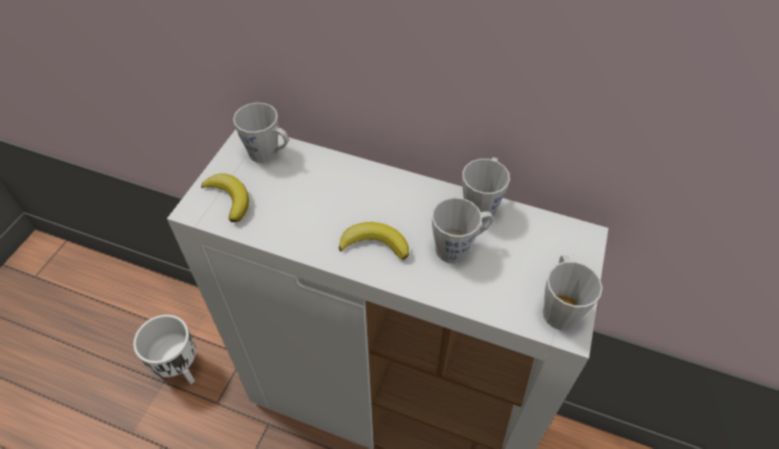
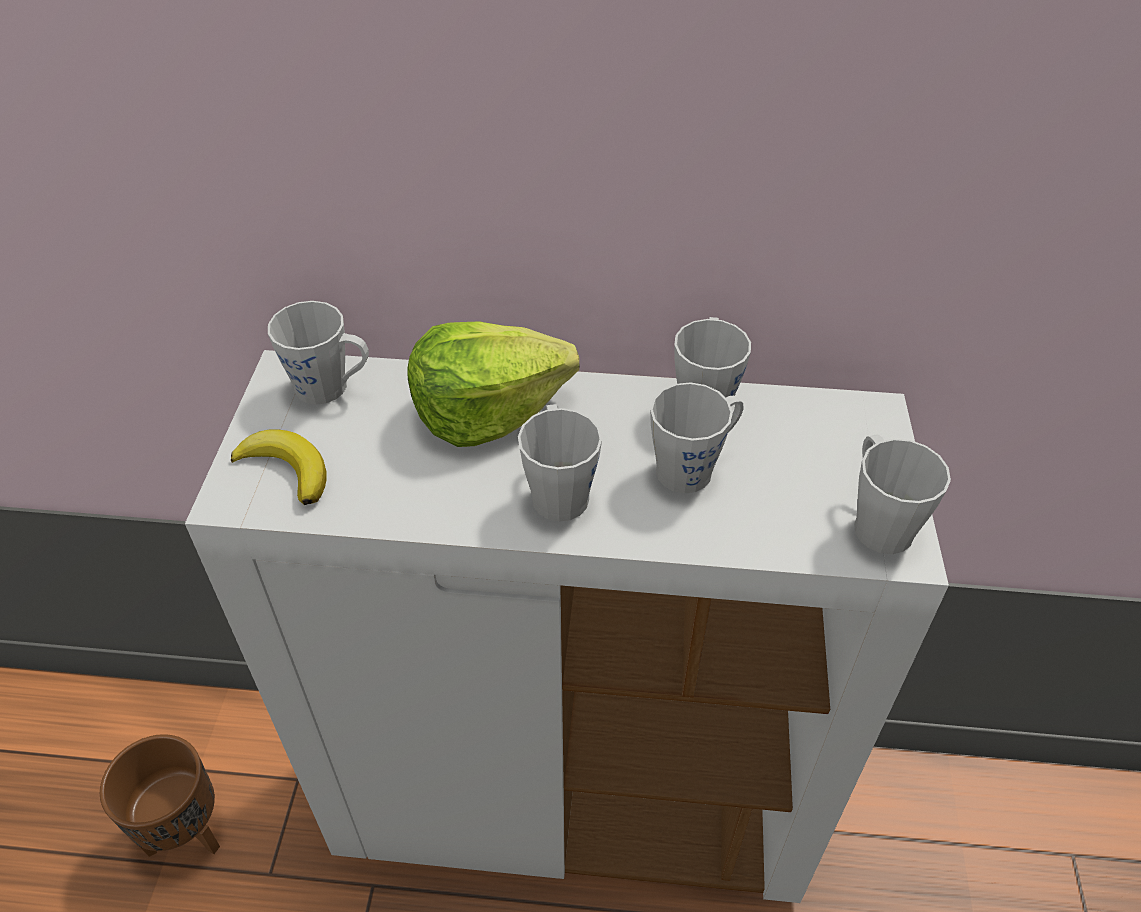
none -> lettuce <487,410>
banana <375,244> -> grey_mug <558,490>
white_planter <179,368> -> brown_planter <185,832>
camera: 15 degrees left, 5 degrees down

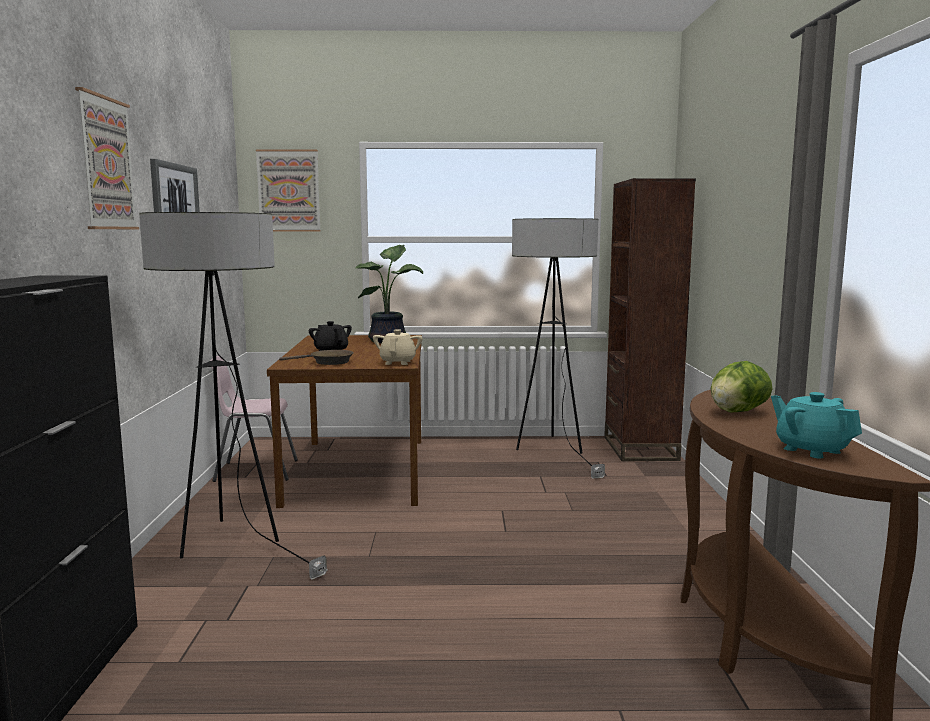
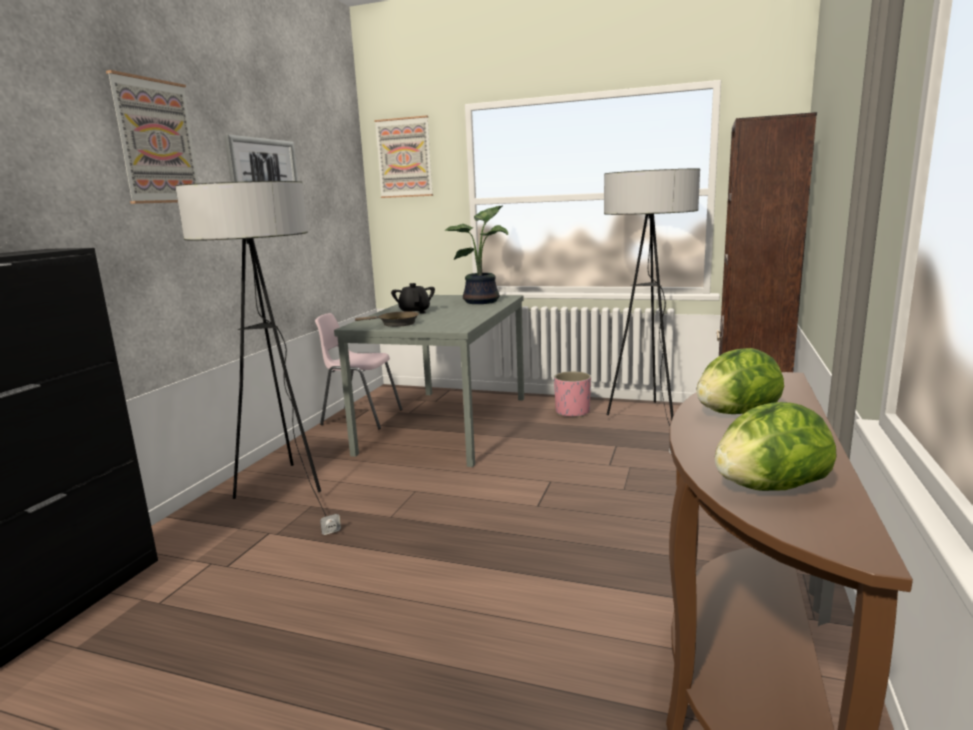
beige_teapot <398,362> -> none
none -> pink_planter <572,412>
turquoise_teapot <811,450> -> lettuce <769,488>
brown_dining_table <359,470> -> grey_dining_table <447,424>
camera: 20 degrees right, 5 degrees up

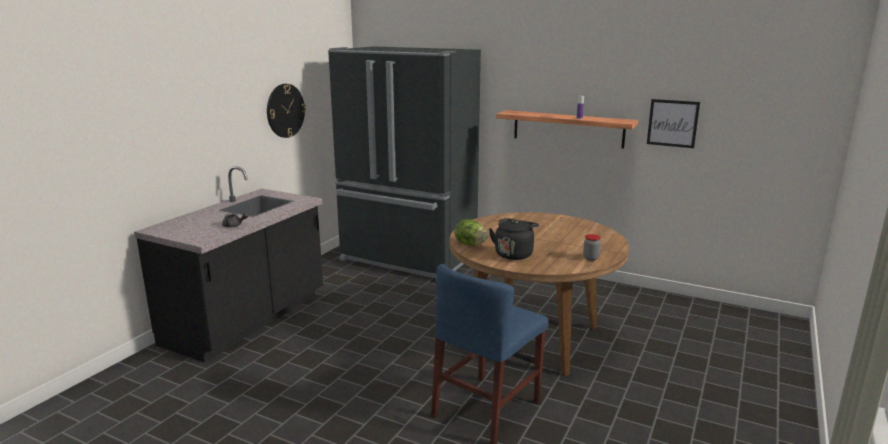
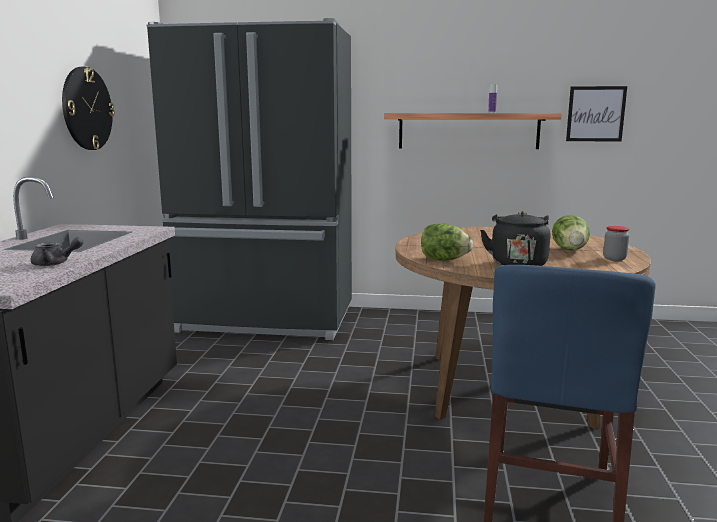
none -> lettuce <570,250>
camera: 20 degrees left, 5 degrees down

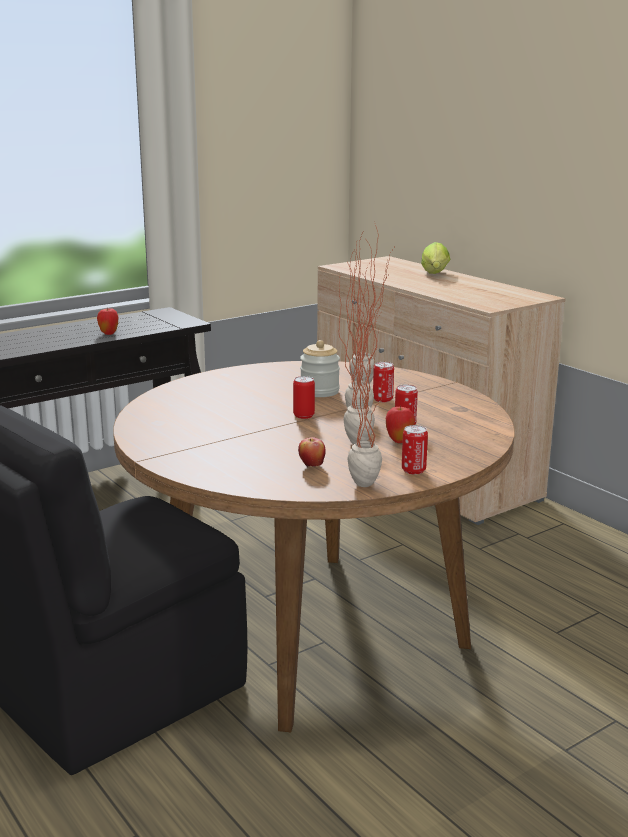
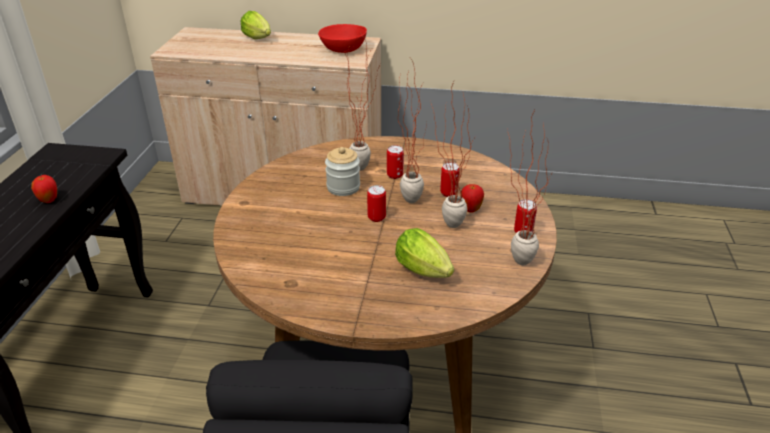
apple <311,466> -> none
none -> red_bowl <343,49>
none -> lettuce <425,272>
camera: 45 degrees left, 15 degrees up

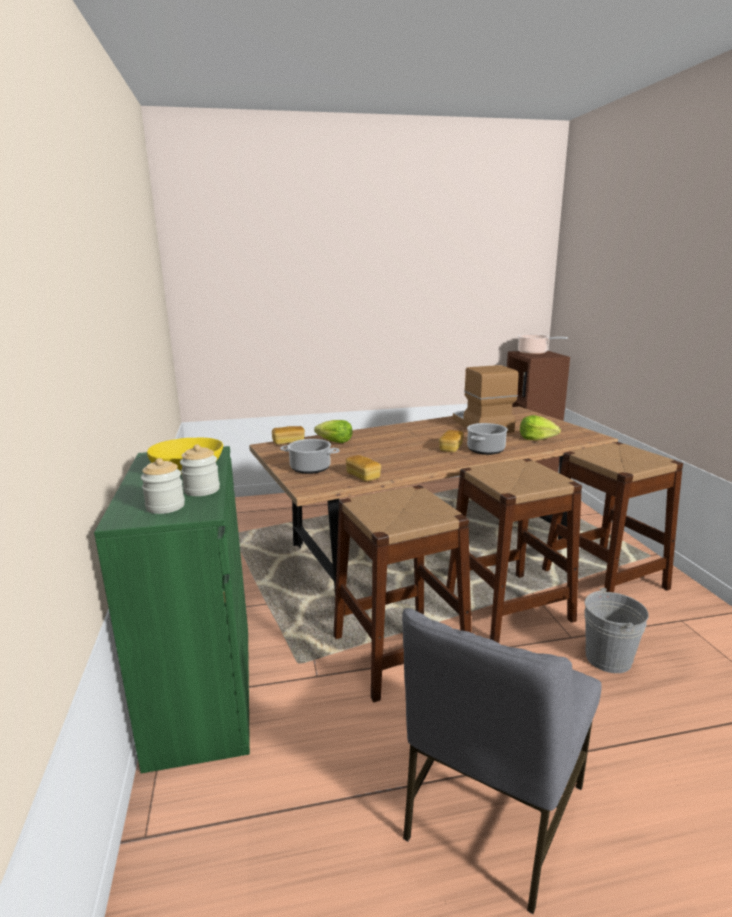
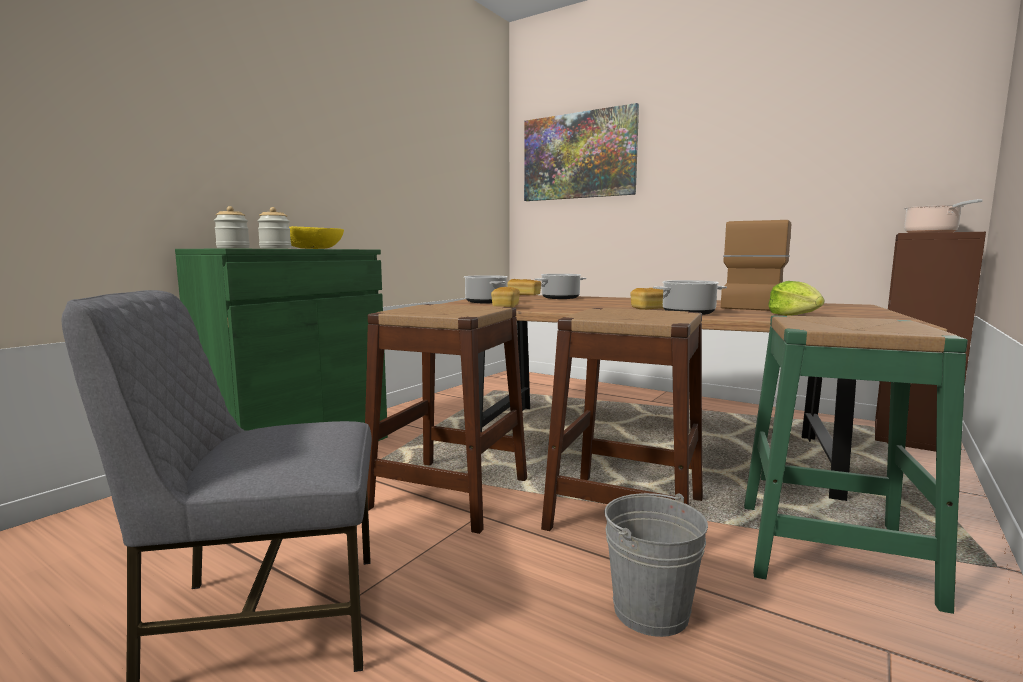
none -> picture <578,156>
lettuce <335,442> -> cooking_pot <560,298>
brown_stool <604,579> -> green_stool <830,551>
camera: 45 degrees right, 10 degrees down

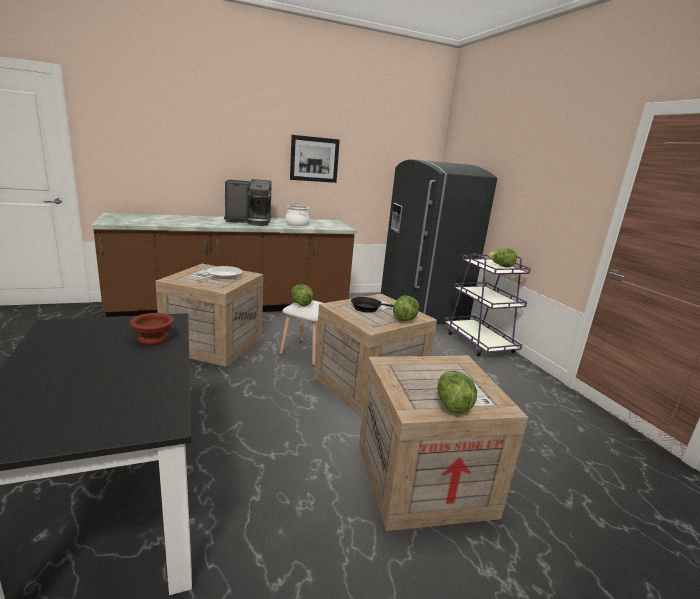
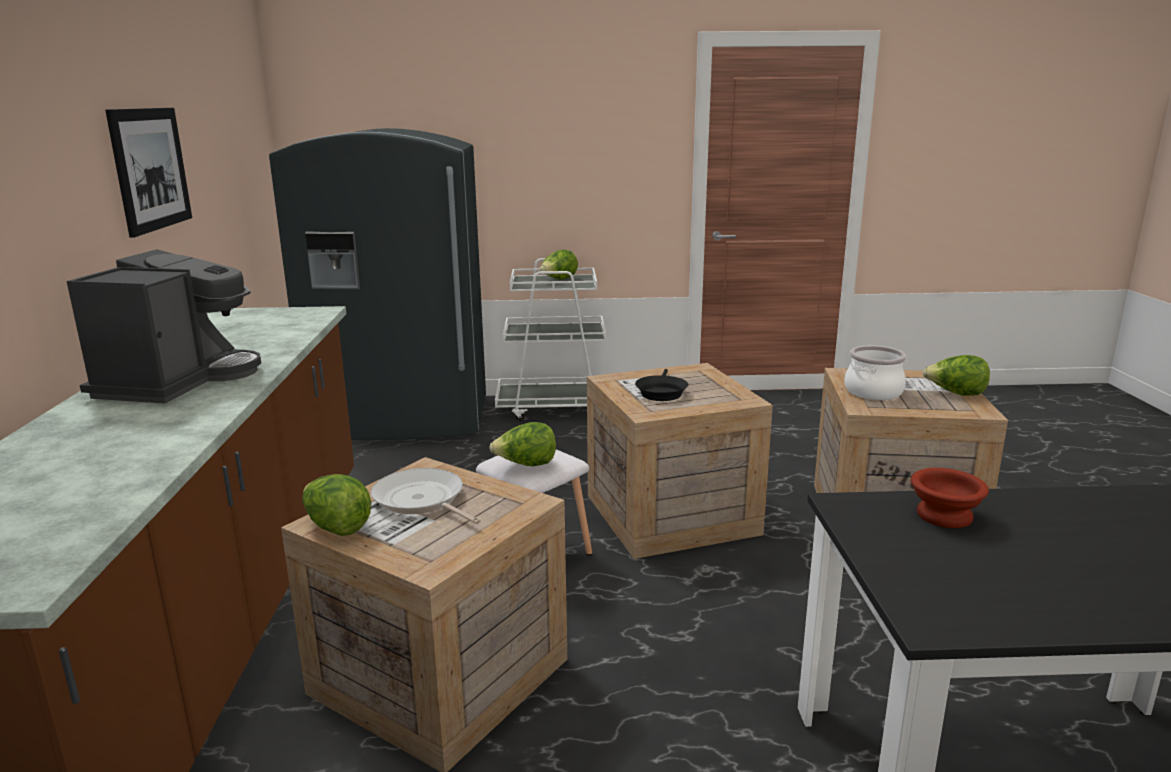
cooking_pot <297,224> -> cooking_pot <873,392>, moved
lettuce <405,318> -> lettuce <337,527>, moved
purple_cart <479,342> -> white_cart <556,407>
camera: 70 degrees left, 0 degrees up

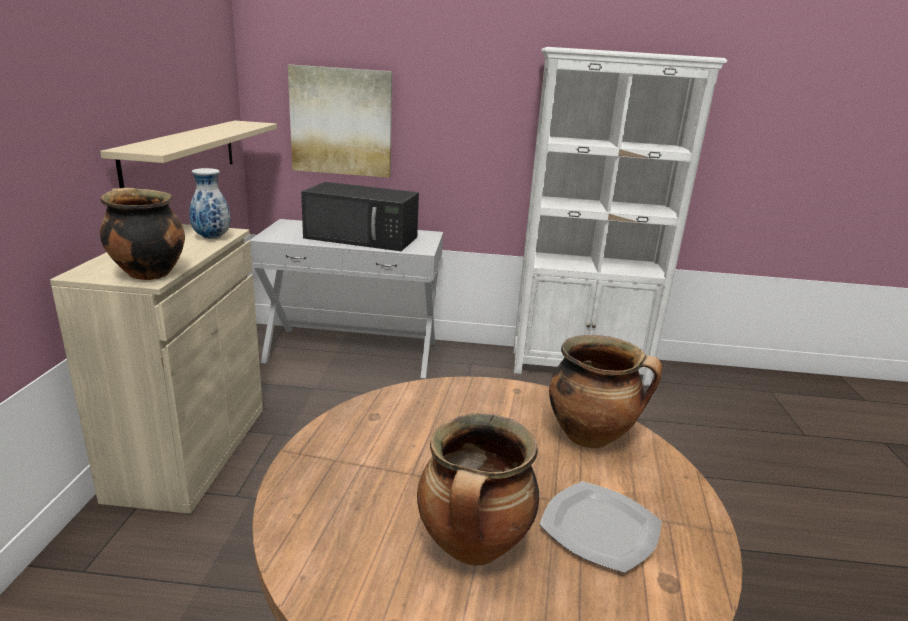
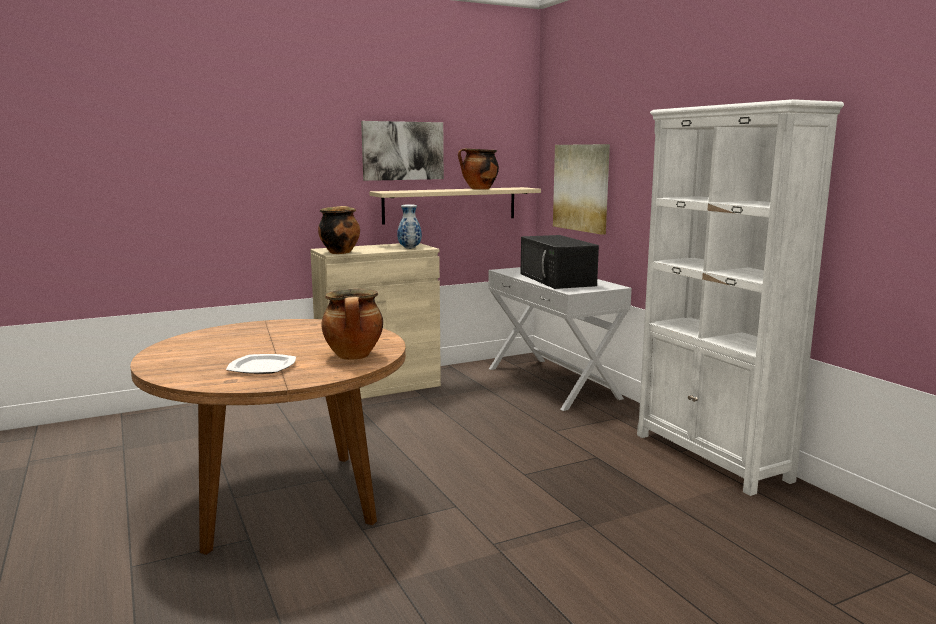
none -> picture <402,151>
cooking_pot <473,547> -> cooking_pot <479,189>, moved
camera: 60 degrees right, 10 degrees down

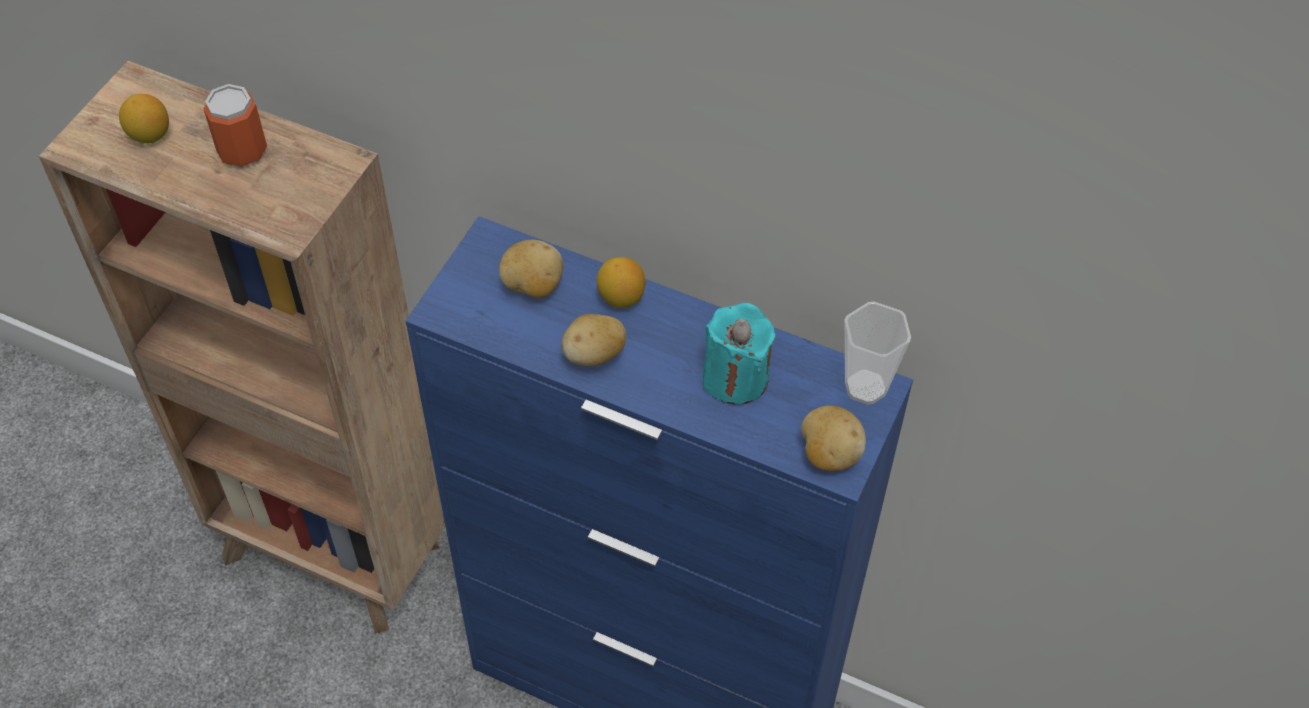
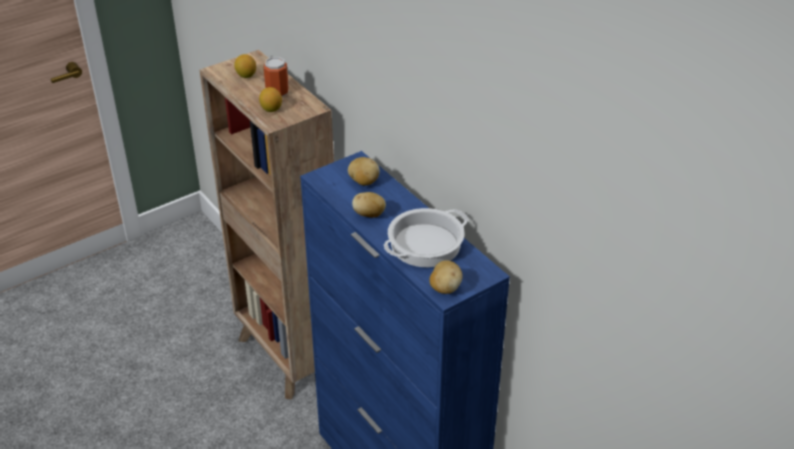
cup <865,387> -> none
lemon <621,298> -> lemon <271,109>, moved
turquoise_candle <735,377> -> cooking_pot <425,245>
camera: 30 degrees right, 15 degrees down

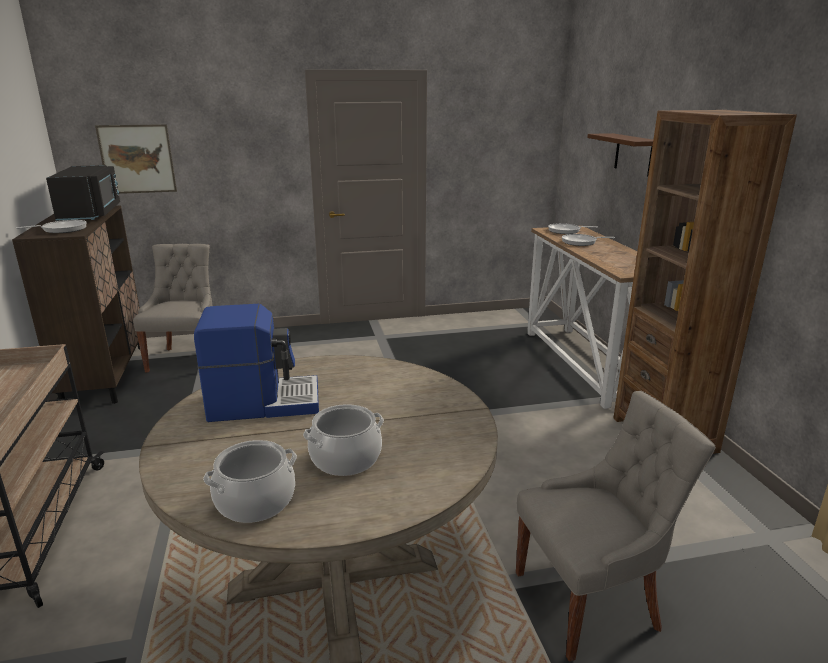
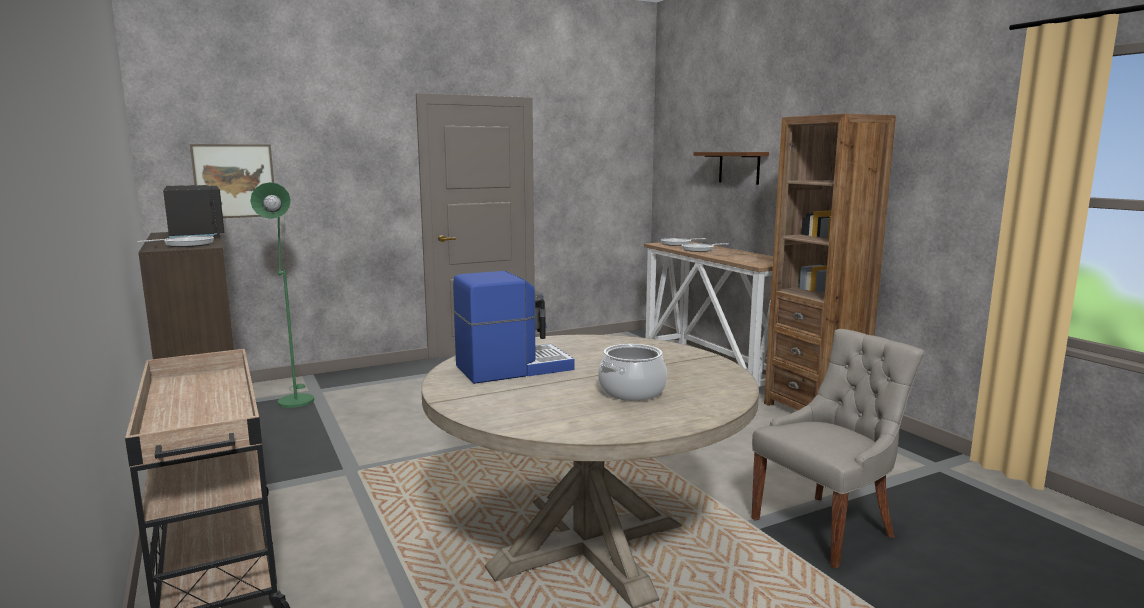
cooking_pot <255,500> -> none
grey_chair <186,359> -> green_floor_lamp <295,399>
camera: 15 degrees left, 10 degrees down

